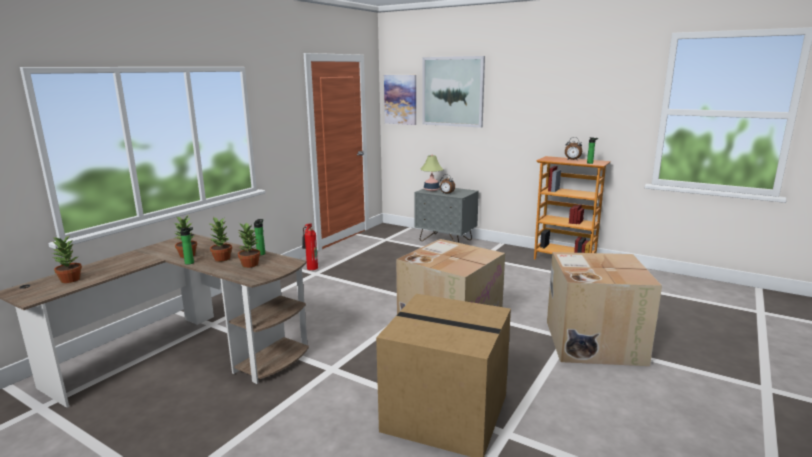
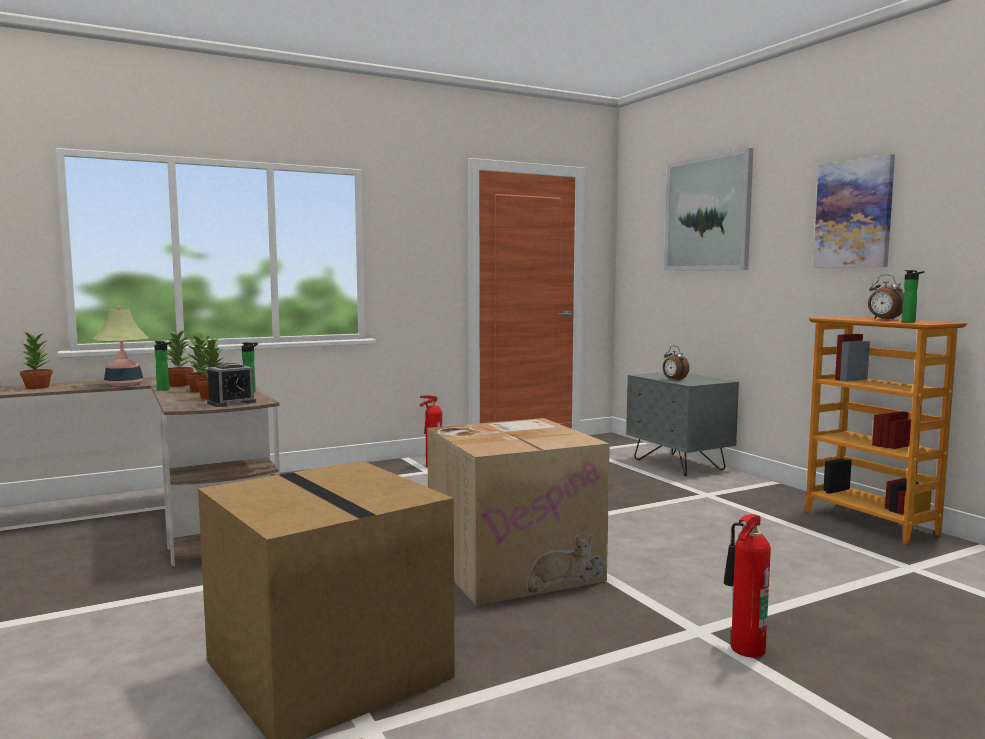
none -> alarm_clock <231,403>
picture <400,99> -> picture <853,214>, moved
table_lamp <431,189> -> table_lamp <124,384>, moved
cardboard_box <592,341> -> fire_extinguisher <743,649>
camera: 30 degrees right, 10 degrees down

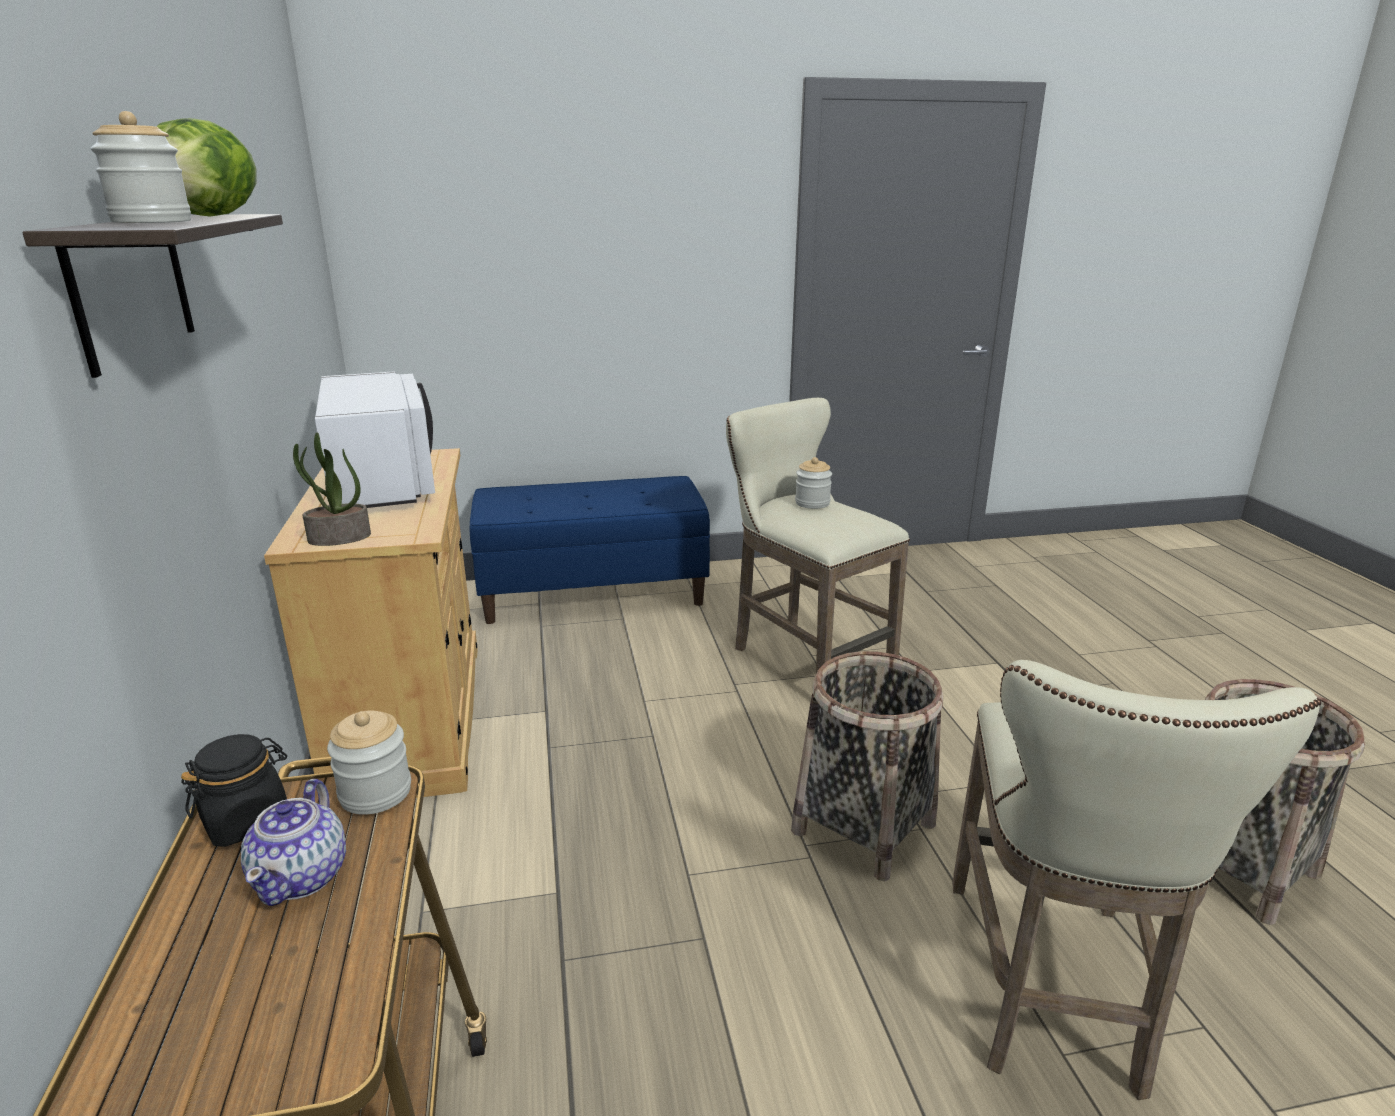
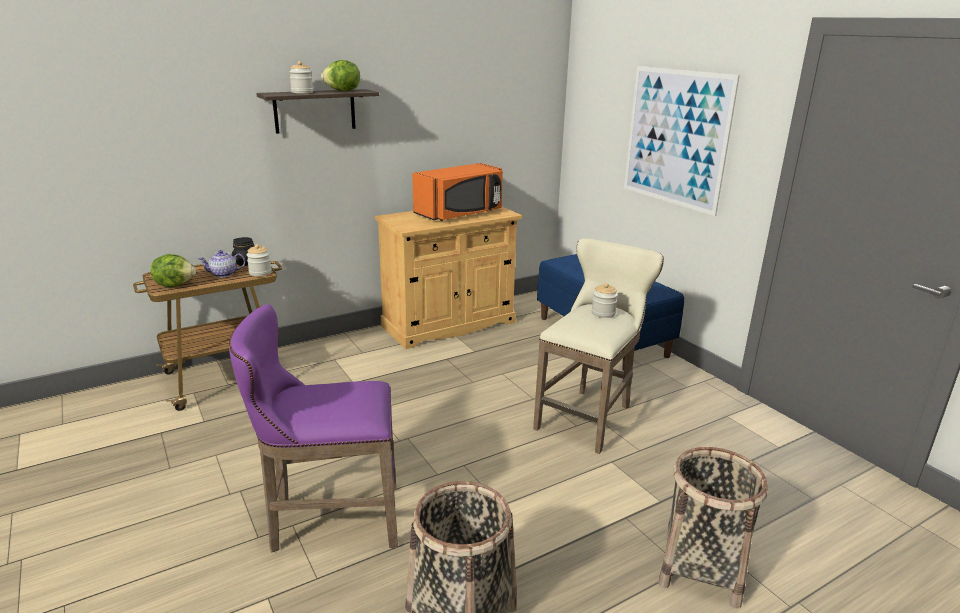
potted_plant <338,538> -> none
none -> lettuce <175,285>
none -> picture <675,138>
basket <864,827> -> basket <701,569>, moved
white_microwave <383,483> -> orange_microwave <460,213>
beige_stool <1047,992> -> purple_stool <328,520>
camera: 70 degrees right, 0 degrees up

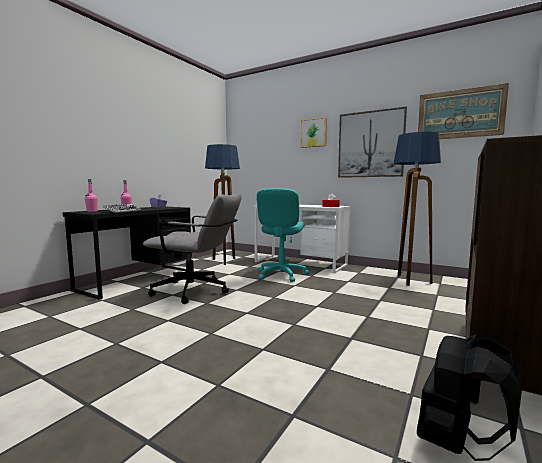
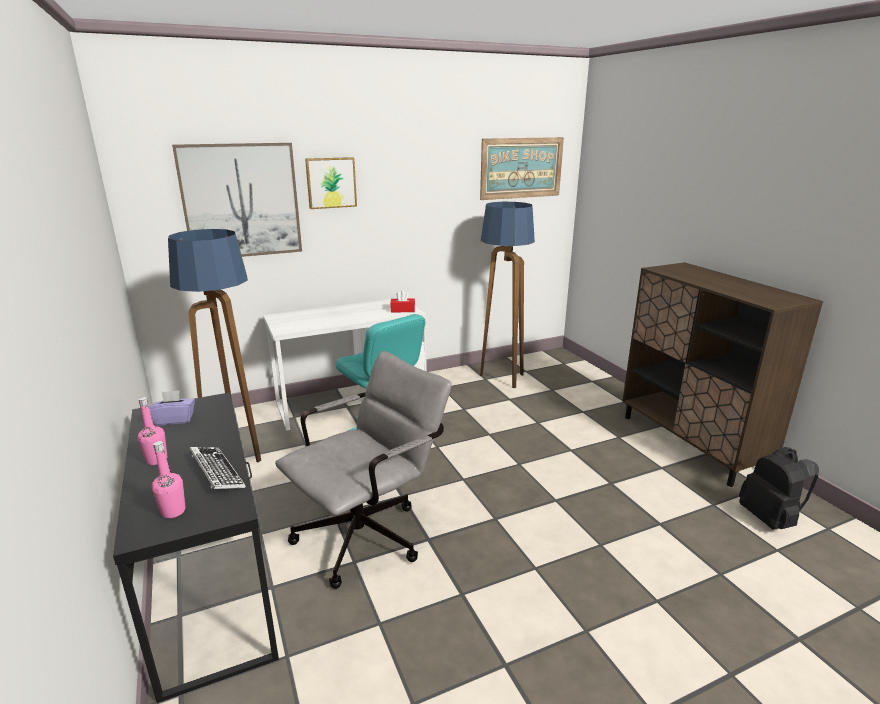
picture <370,144> -> picture <241,201>, moved
camera: 55 degrees left, 15 degrees up

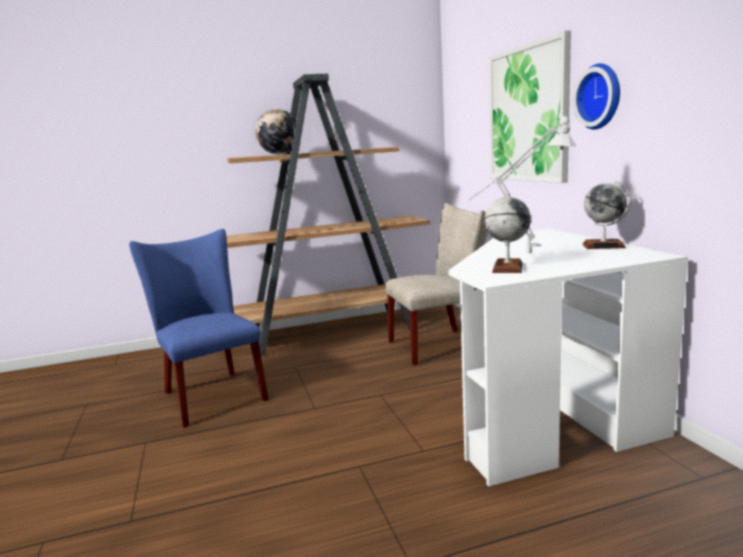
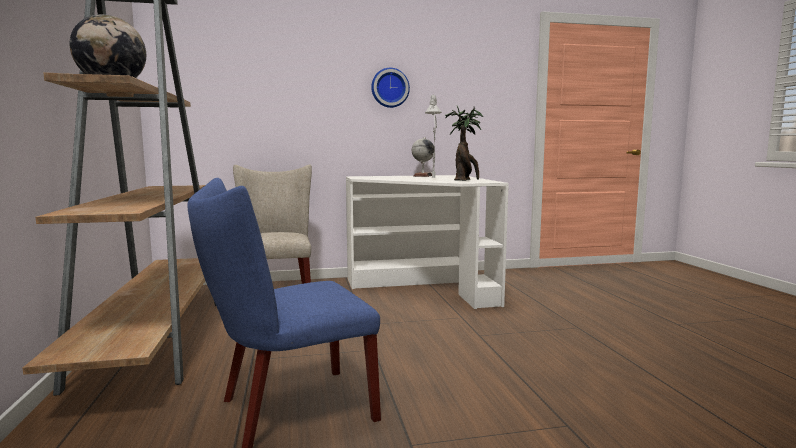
picture <527,114> -> none
globe <507,268> -> potted_plant <465,180>
camera: 85 degrees left, 5 degrees down

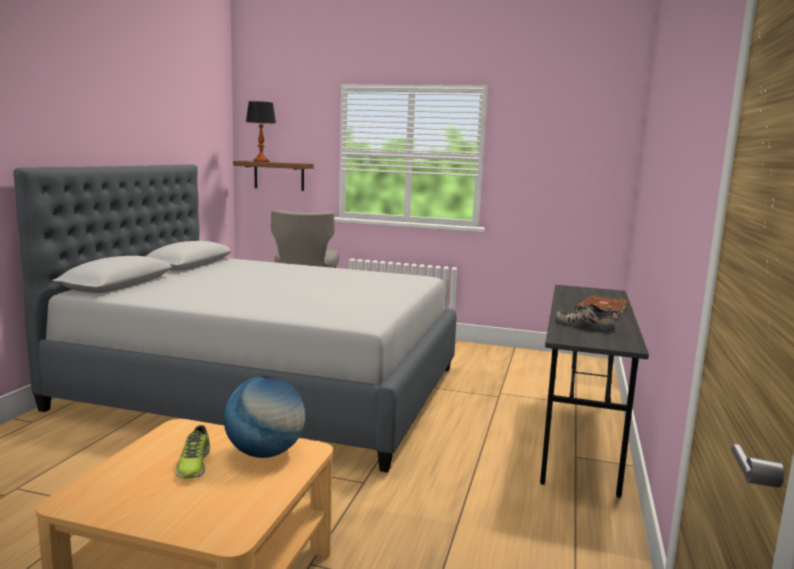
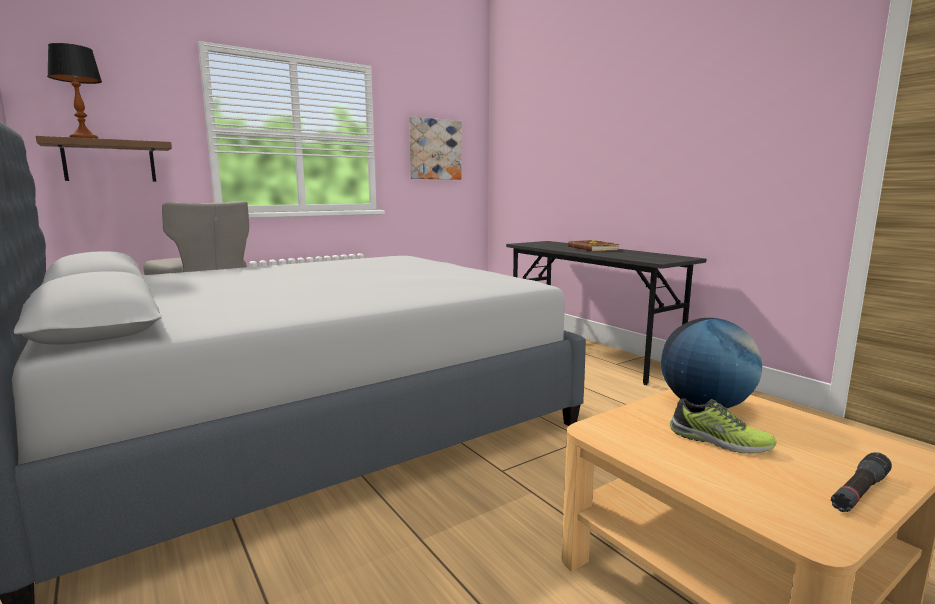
shoe <585,325> -> none
none -> picture <435,149>
none -> black_flashlight <859,492>
camera: 50 degrees left, 0 degrees up

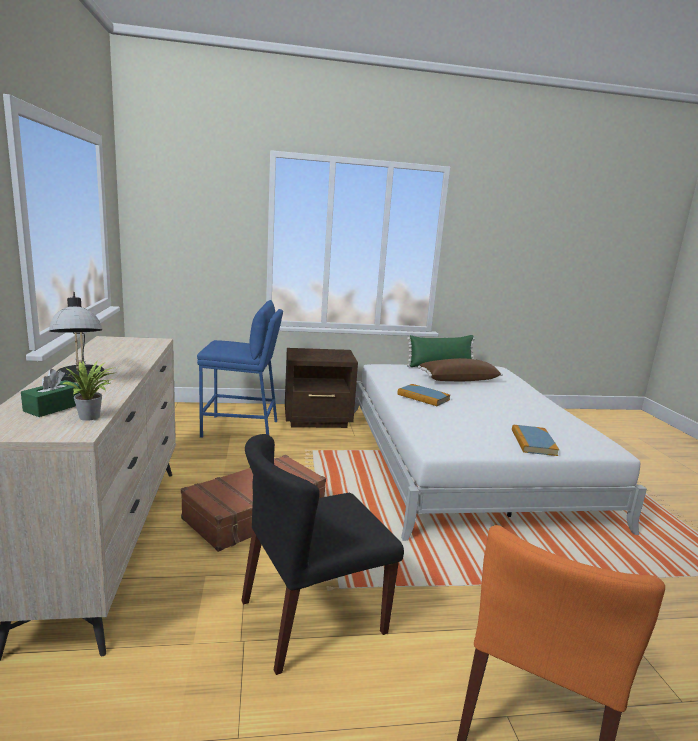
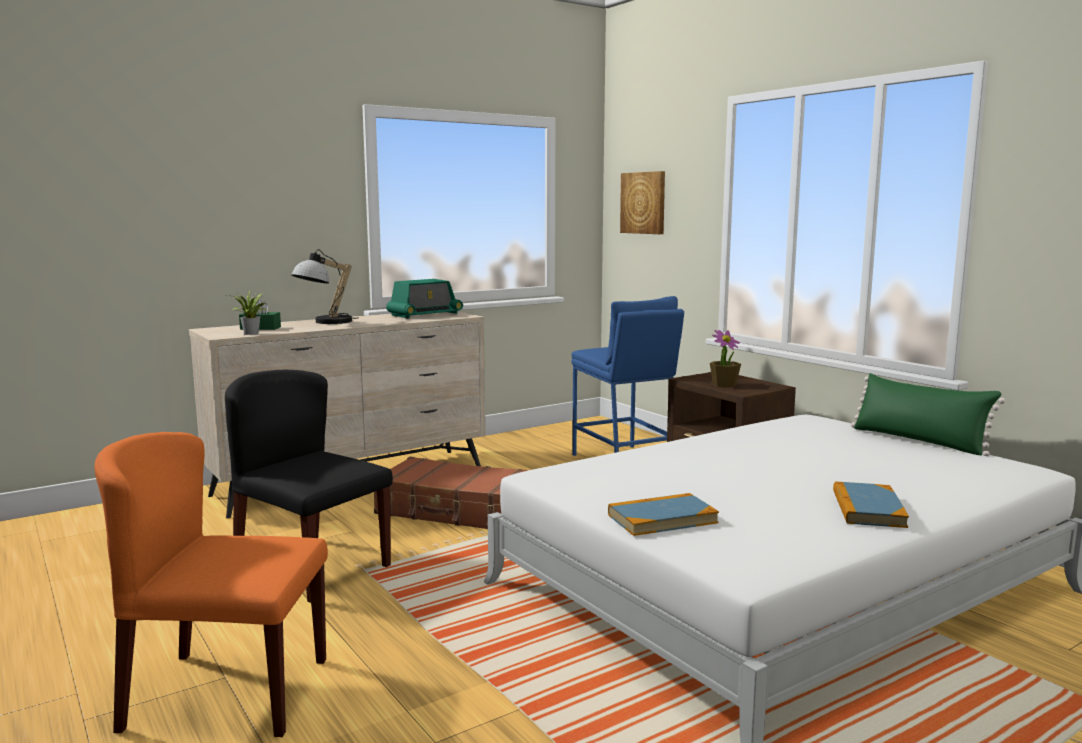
brown_pillow <458,379> -> none
none -> radio <425,314>
none -> picture <643,203>
none -> potted_plant <724,385>
book <423,397> -> book <868,509>, moved
camera: 65 degrees right, 5 degrees down

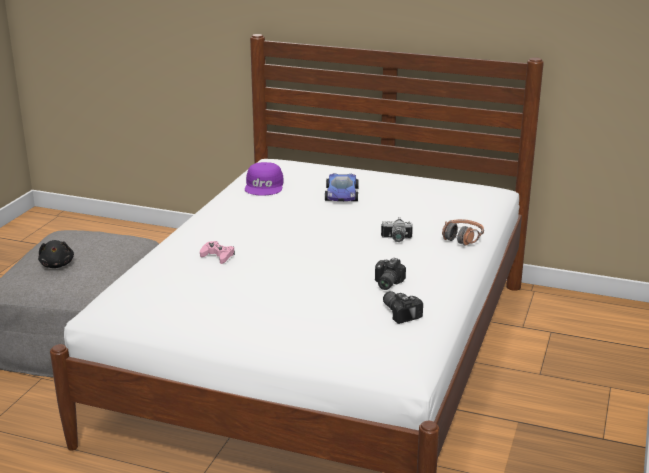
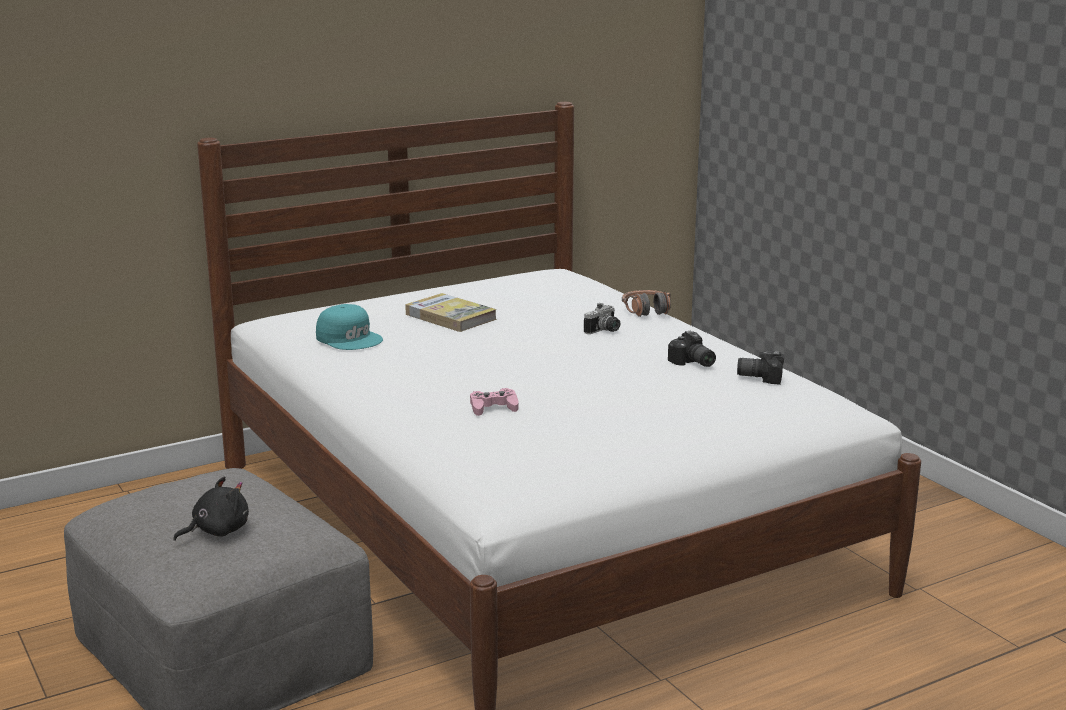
toy_car <341,194> -> book <450,317>
purple_cap <265,186> -> turquoise_cap <350,338>
black_plush_toy <57,265> -> black_plush_toy <217,531>, 60 degrees counterclockwise
camera: 50 degrees left, 5 degrees down

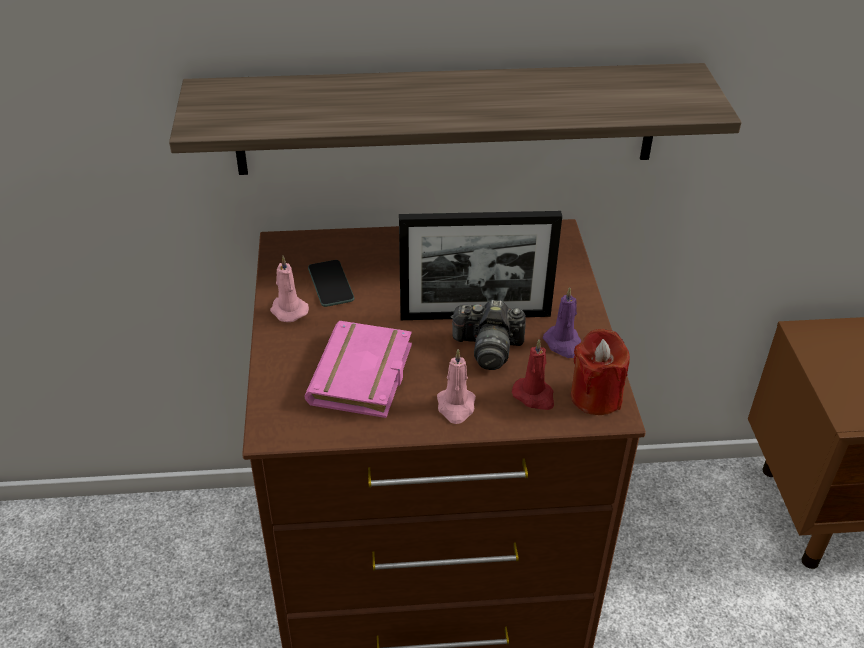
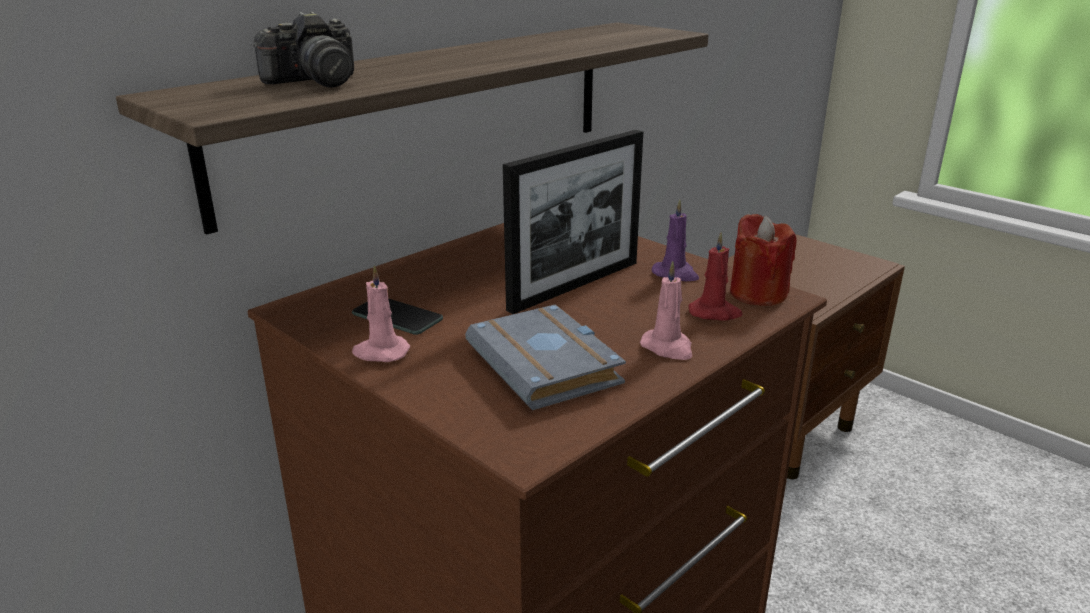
photo_camera <488,348> -> photo_camera <315,82>, moved
pink_book <364,377> -> grey_book <549,366>
camera: 40 degrees left, 15 degrees down

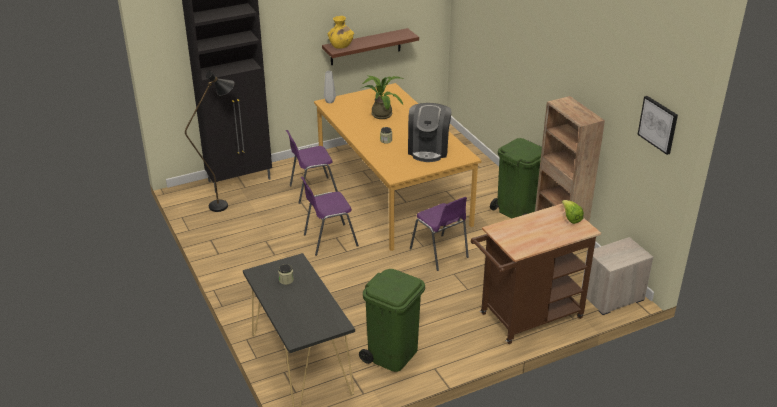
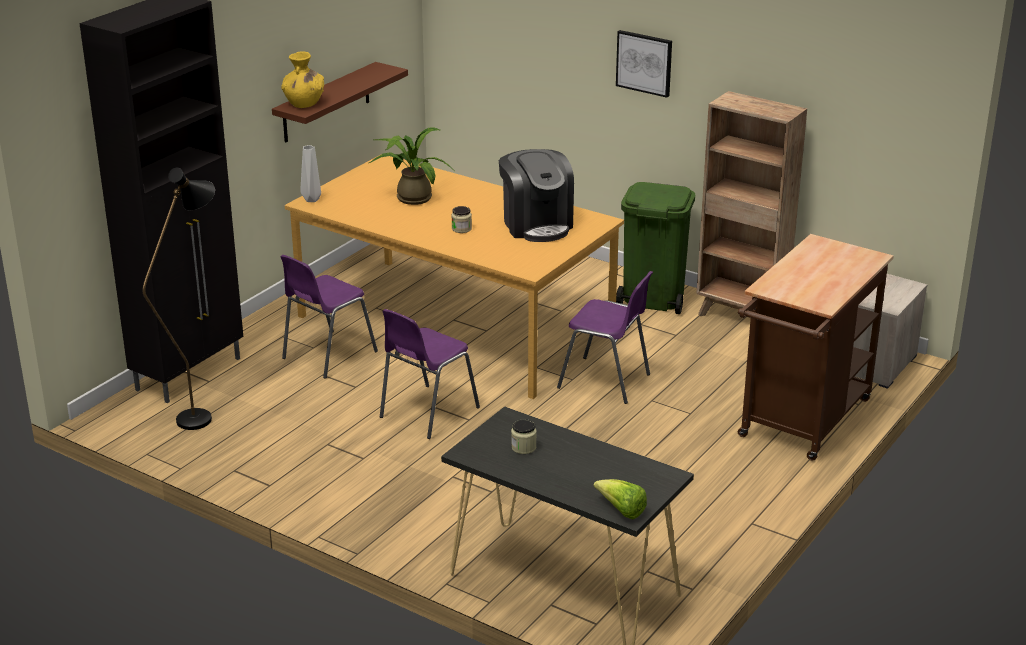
green_trash_can <392,354> -> none
lettuce <570,218> -> lettuce <621,511>, moved
picture <658,124> -> picture <644,63>, moved
camera: 30 degrees left, 5 degrees down

